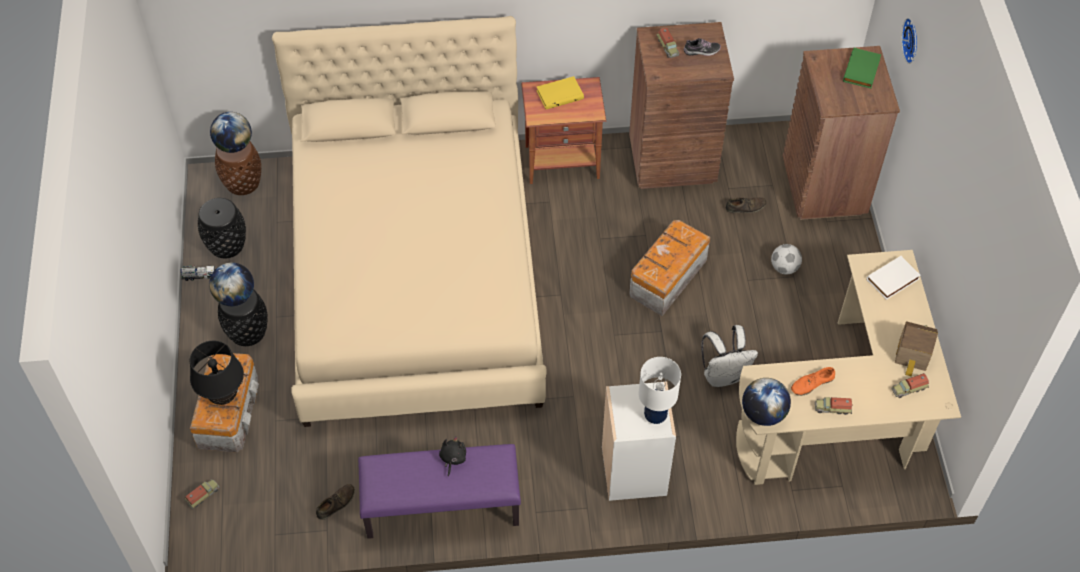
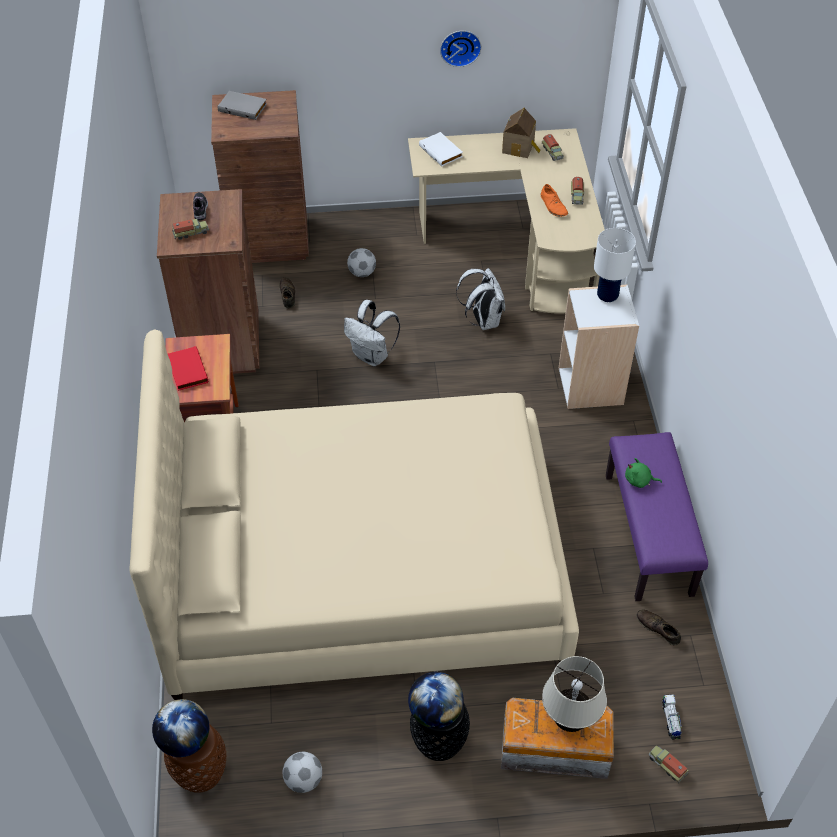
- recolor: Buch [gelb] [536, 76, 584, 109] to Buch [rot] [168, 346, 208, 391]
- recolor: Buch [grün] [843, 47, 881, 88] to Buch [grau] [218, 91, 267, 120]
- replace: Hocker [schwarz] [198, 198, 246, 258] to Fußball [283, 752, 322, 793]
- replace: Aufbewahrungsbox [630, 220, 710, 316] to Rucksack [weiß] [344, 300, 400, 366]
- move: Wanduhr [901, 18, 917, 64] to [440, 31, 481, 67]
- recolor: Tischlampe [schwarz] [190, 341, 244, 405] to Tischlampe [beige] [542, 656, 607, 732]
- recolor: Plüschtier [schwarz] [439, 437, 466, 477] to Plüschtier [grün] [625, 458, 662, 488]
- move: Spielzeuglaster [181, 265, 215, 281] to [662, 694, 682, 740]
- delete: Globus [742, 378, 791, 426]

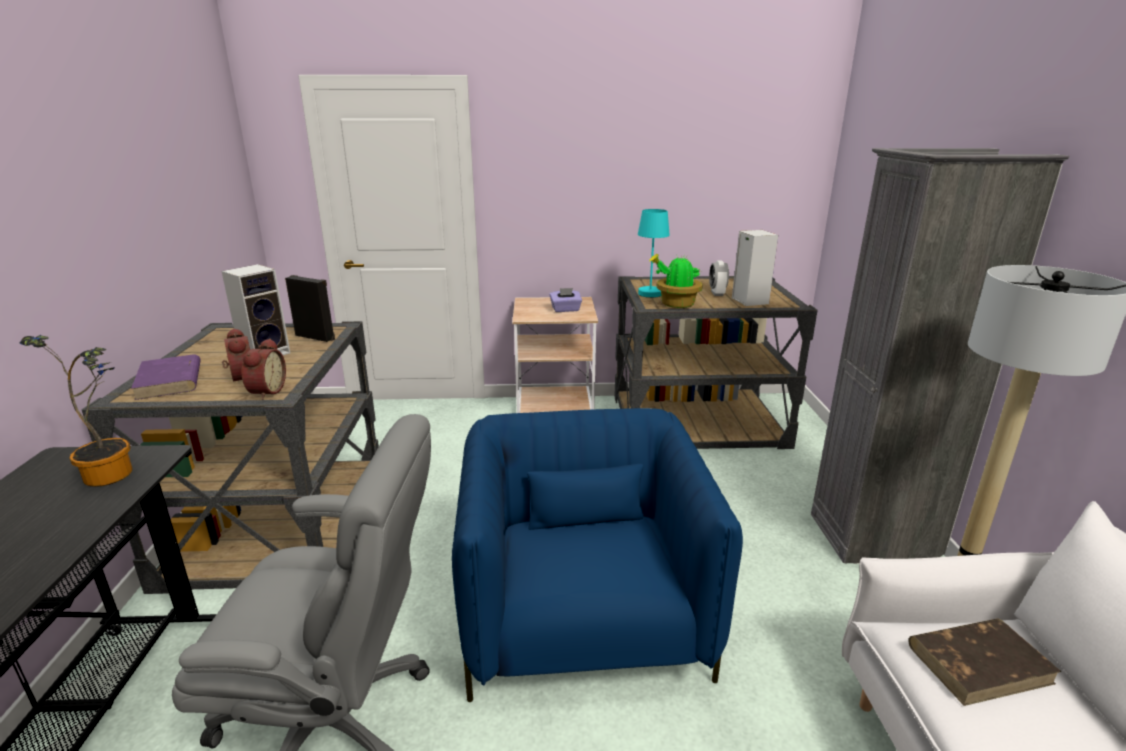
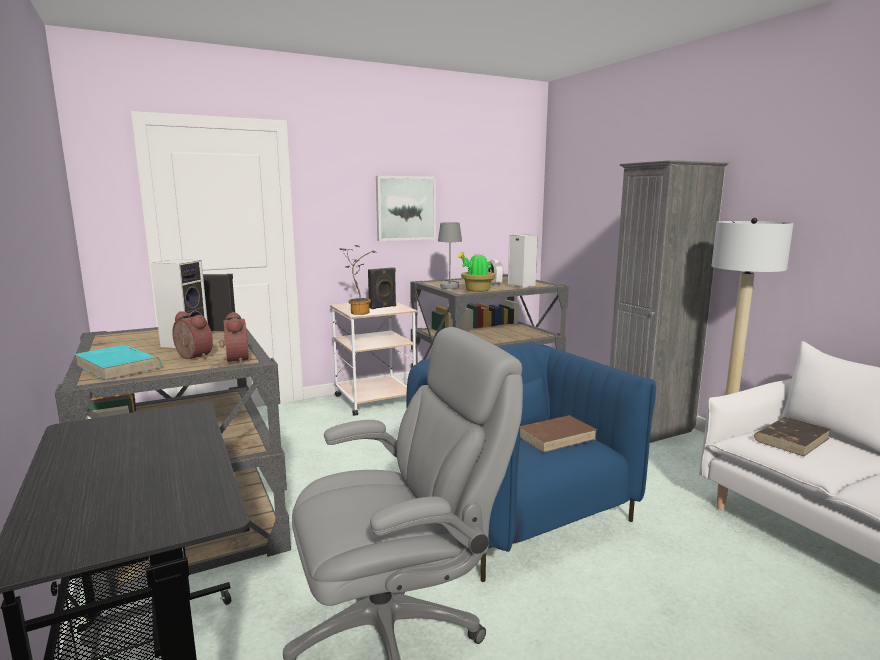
- recolor: Buch [lila] [131, 354, 201, 400] to Buch [türkis] [74, 345, 161, 380]
- move: Topfpflanze [20, 335, 133, 487] to [339, 245, 376, 315]
- replace: Taschentuchbox [lila] [550, 288, 582, 312] to Lautsprecher [schwarz] [368, 267, 396, 309]
- insert: Bild [376, 176, 436, 241]
- recolor: Tischlampe [türkis] [638, 209, 670, 298] to Tischlampe [grau] [438, 222, 462, 289]
- insert: Buch [braun] [520, 415, 597, 453]

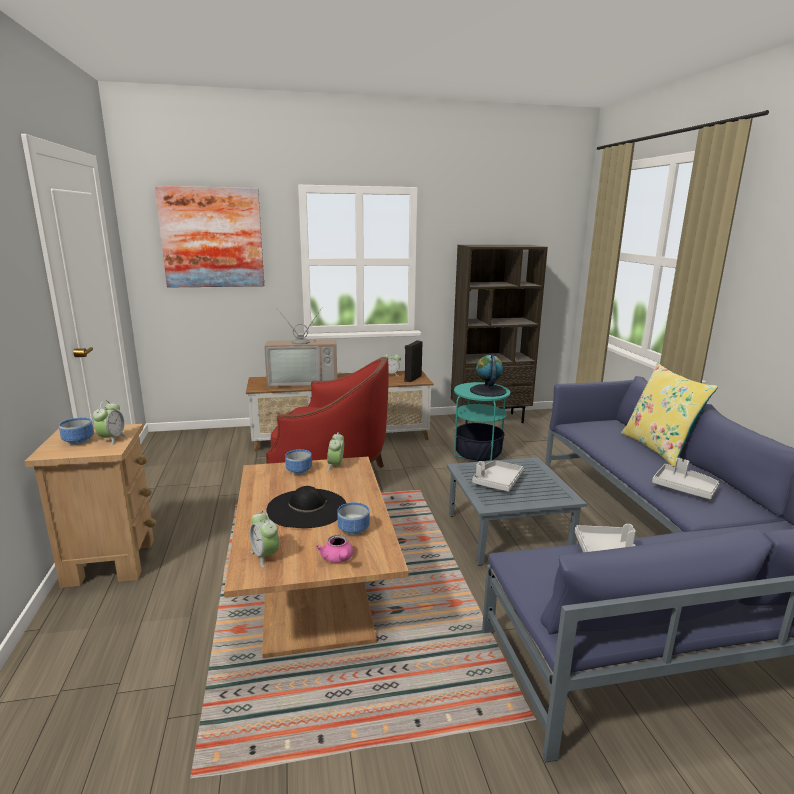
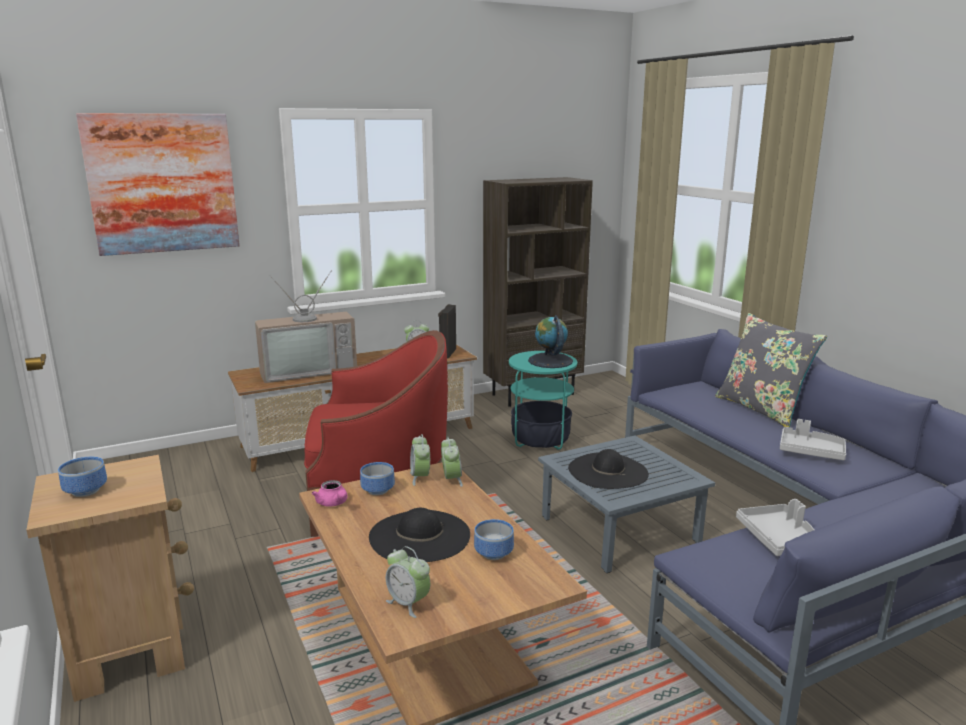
- move: Teekanne [rosa] [316, 535, 353, 563] to [312, 480, 347, 507]
- move: Wecker [93, 400, 127, 445] to [441, 437, 463, 487]
- replace: Tablett [grau] [472, 460, 523, 491] to Hut [schwarz] [568, 449, 649, 489]
- recolor: Kissen [gelb] [621, 363, 718, 467] to Kissen [grau] [715, 313, 827, 427]

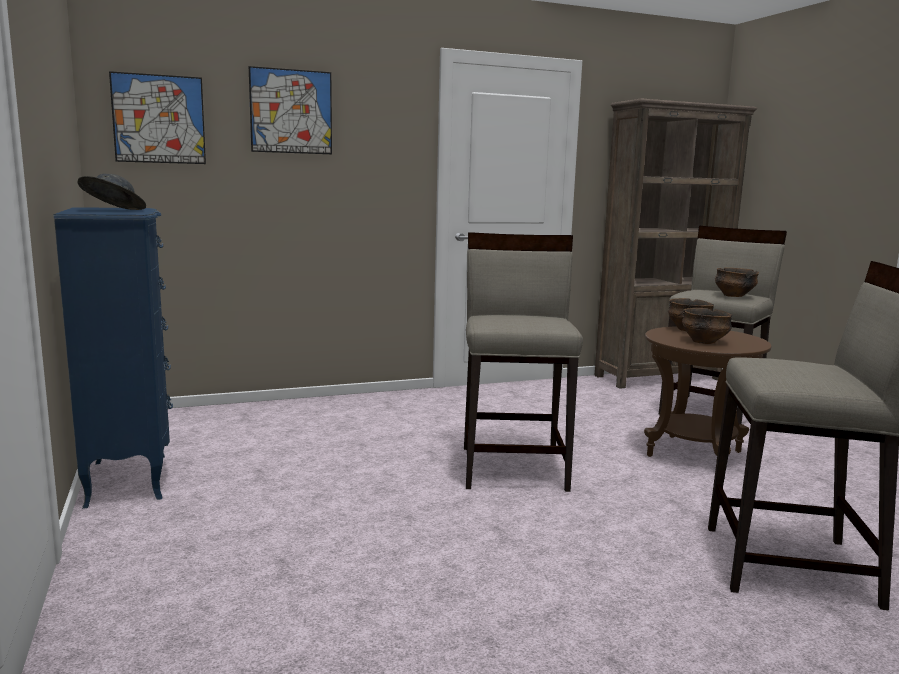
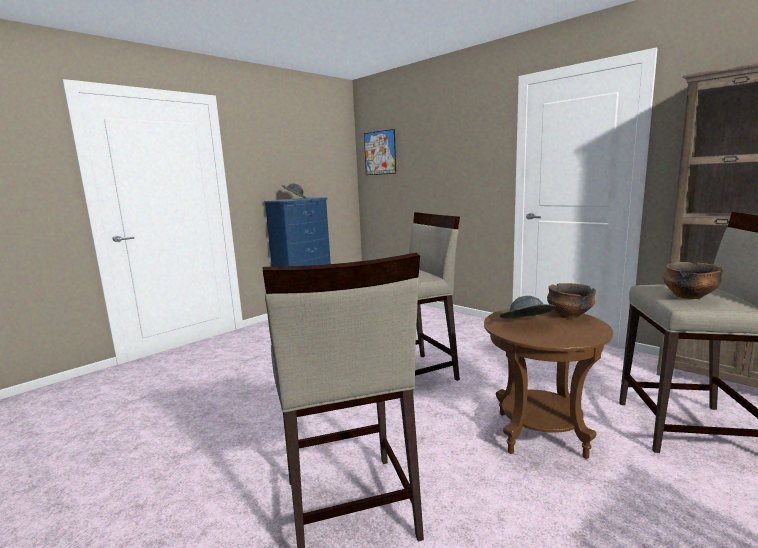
- replace: Schüssel [682, 308, 732, 344] to Hut [grau] [500, 296, 556, 318]
- delete: Bild [249, 66, 332, 154]

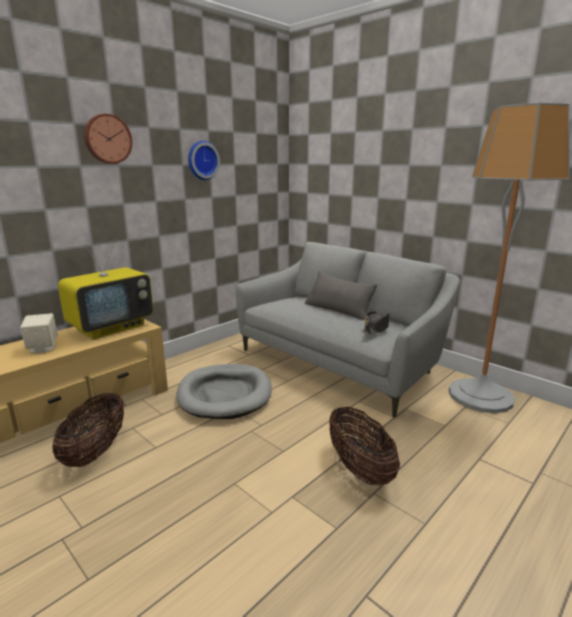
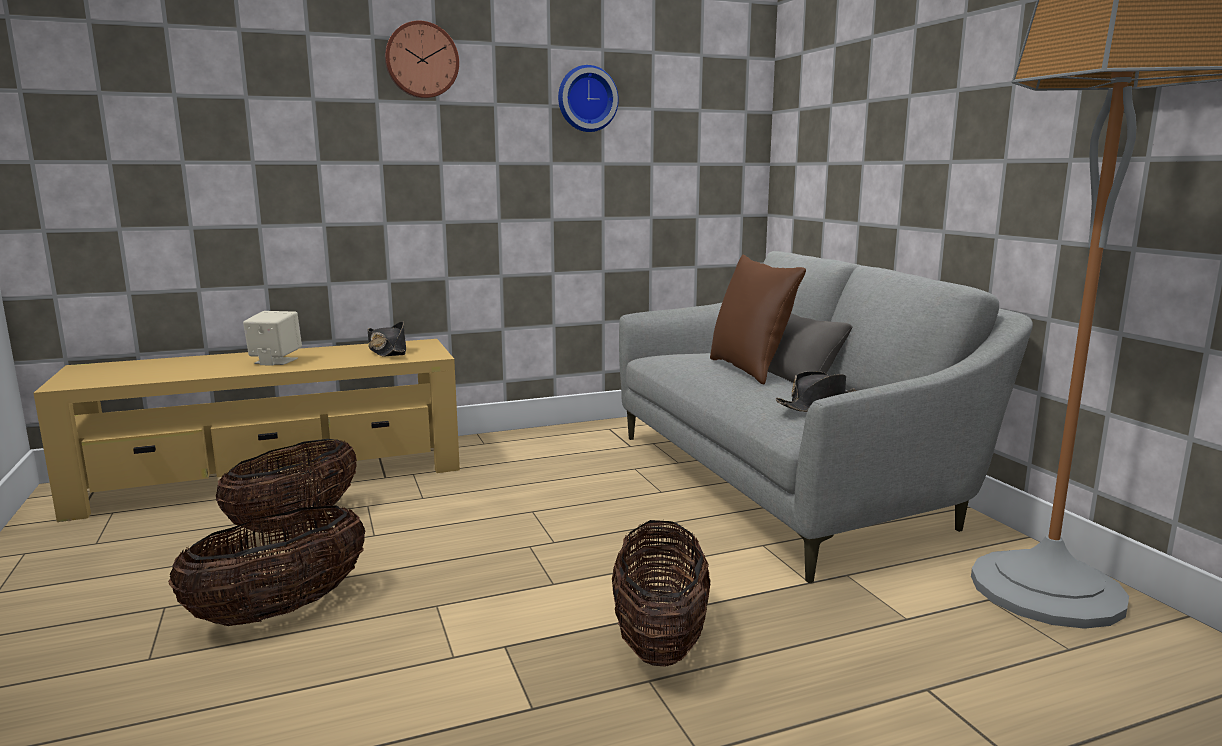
- insert: Korb [168, 505, 365, 626]
- replace: Fernseher [58, 241, 153, 340] to Hut [schwarz] [367, 321, 406, 357]
- insert: Kissen [braun] [710, 255, 806, 385]
- delete: Hundebett [grau] [176, 364, 272, 419]

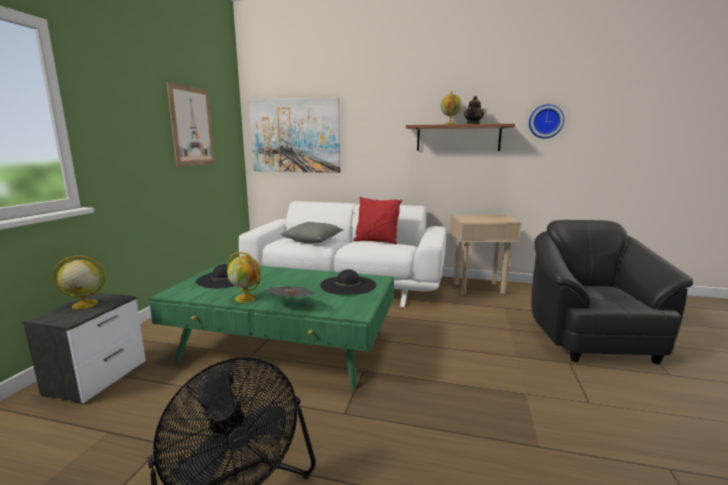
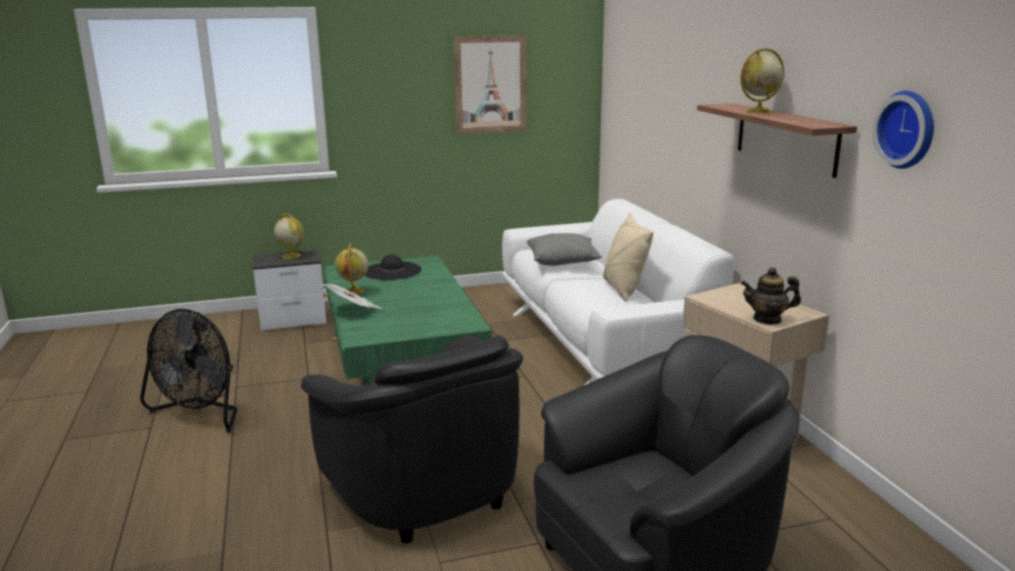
- insert: Sessel [schwarz] [301, 335, 523, 544]
- recolor: Kissen [rot] [353, 197, 402, 244] to Kissen [beige] [603, 213, 654, 301]
- move: Teekanne [464, 96, 484, 124] to [741, 267, 801, 325]
- delete: Bild [249, 97, 340, 173]
- delete: Hut [schwarz] [320, 269, 376, 295]

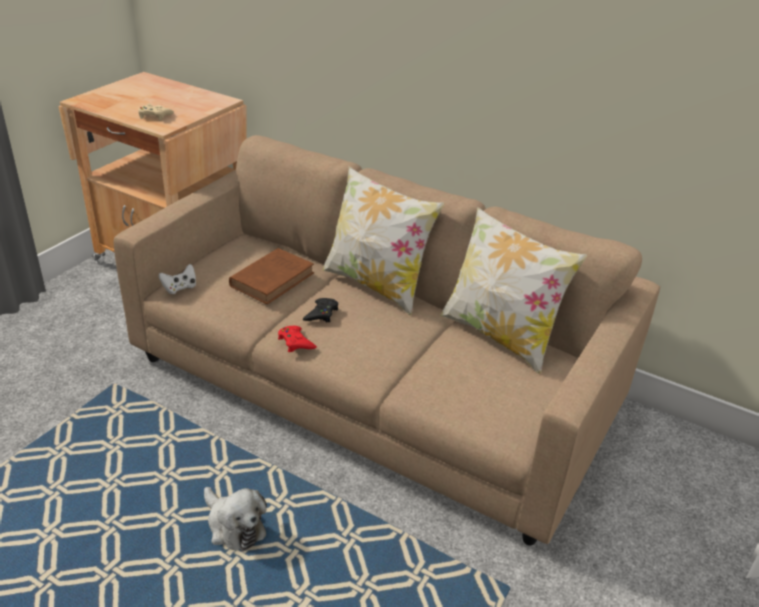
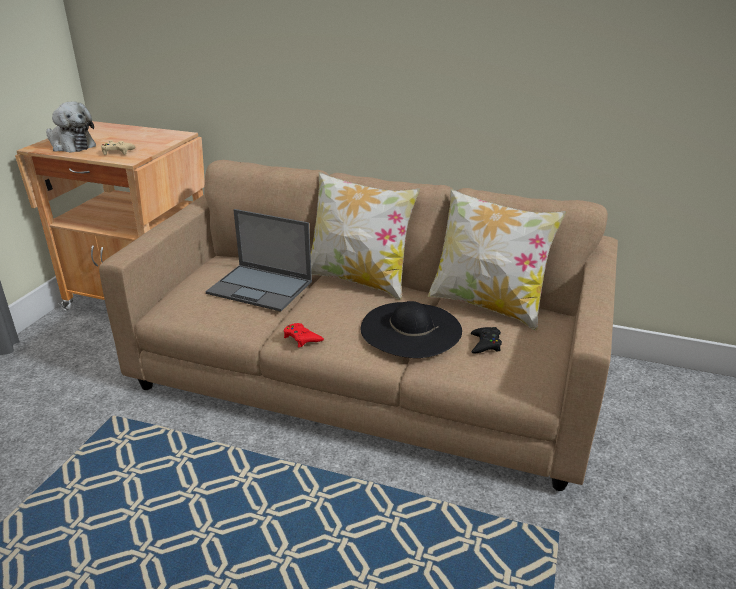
- move: Plüschtier [204, 487, 267, 551] to [46, 101, 96, 153]
- replace: Buch [braun] [229, 248, 314, 304] to Laptop [206, 209, 312, 311]
- insert: Hut [schwarz] [361, 301, 462, 358]
- move: Gamepad [schwarz] [303, 298, 338, 322] to [471, 327, 502, 354]
- delete: Gamepad [weiß] [158, 264, 196, 294]

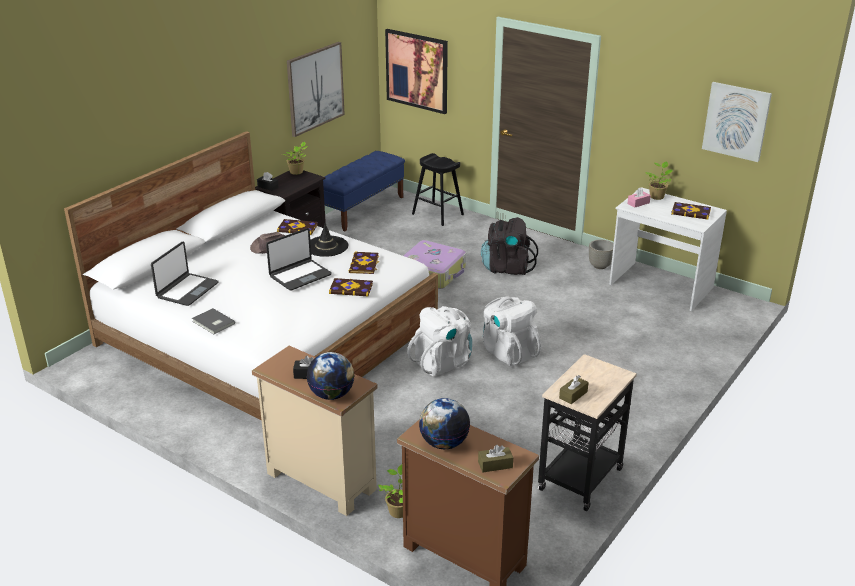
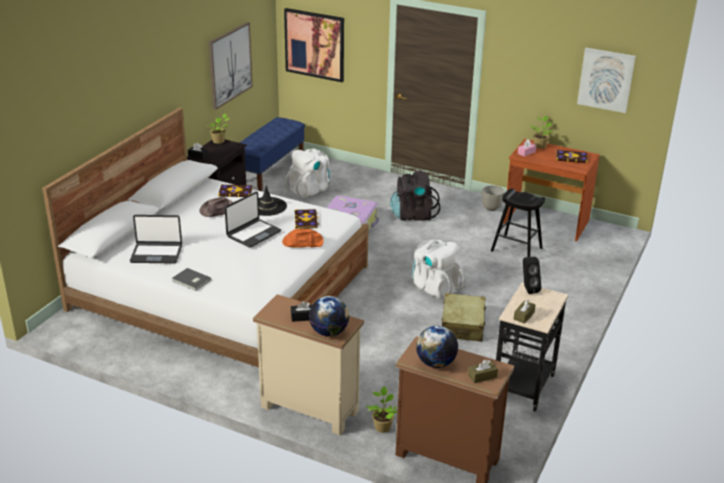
- rotate: Laptop [151, 241, 219, 306] = [130, 215, 182, 264] 75 degrees clockwise
- replace: Buch [329, 278, 373, 297] to Hut [orange] [282, 229, 323, 248]
- move: Rucksack [weiß] [407, 306, 472, 376] to [285, 149, 330, 198]
- insert: Koffer [beige] [442, 293, 486, 342]
- move: Hocker [schwarz] [412, 153, 464, 226] to [491, 188, 545, 257]
- recolor: Schreibtisch [weiß] [609, 187, 727, 311] to Schreibtisch [braun] [503, 139, 600, 242]
- insert: Lautsprecher [schwarz] [523, 257, 541, 294]

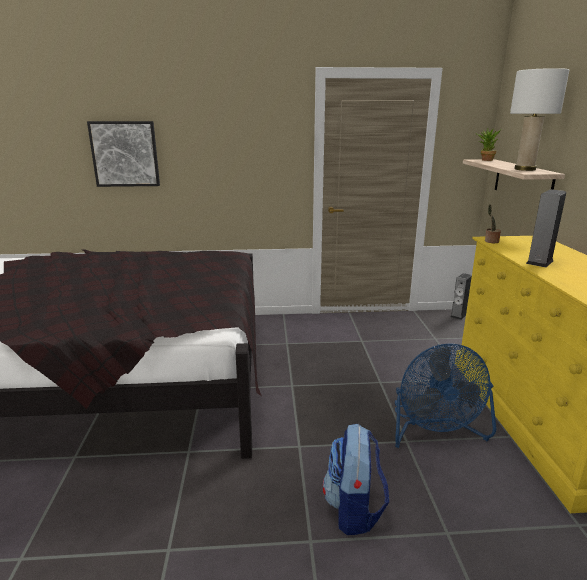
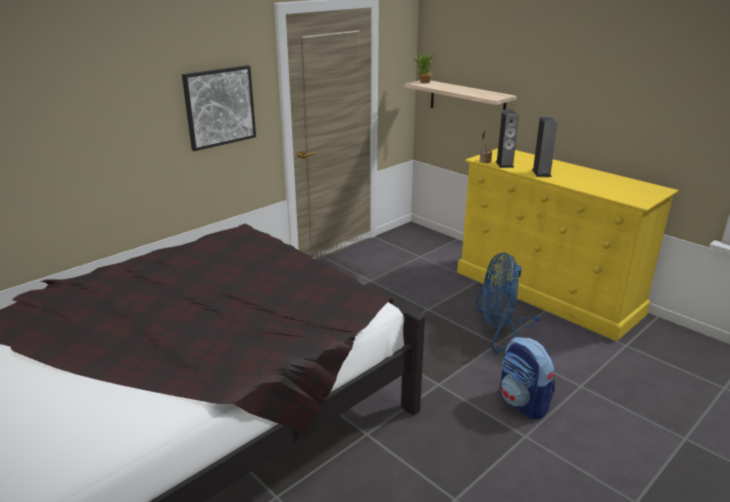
- move: Bild [87, 121, 160, 187] to [182, 65, 256, 151]
- rotate: Ventilator [blau] [395, 343, 496, 448] = [476, 252, 541, 355] 135 degrees clockwise
- move: Lautsprecher [450, 273, 472, 320] to [496, 110, 519, 168]
- delete: Tischlampe [weiß] [510, 68, 569, 171]

